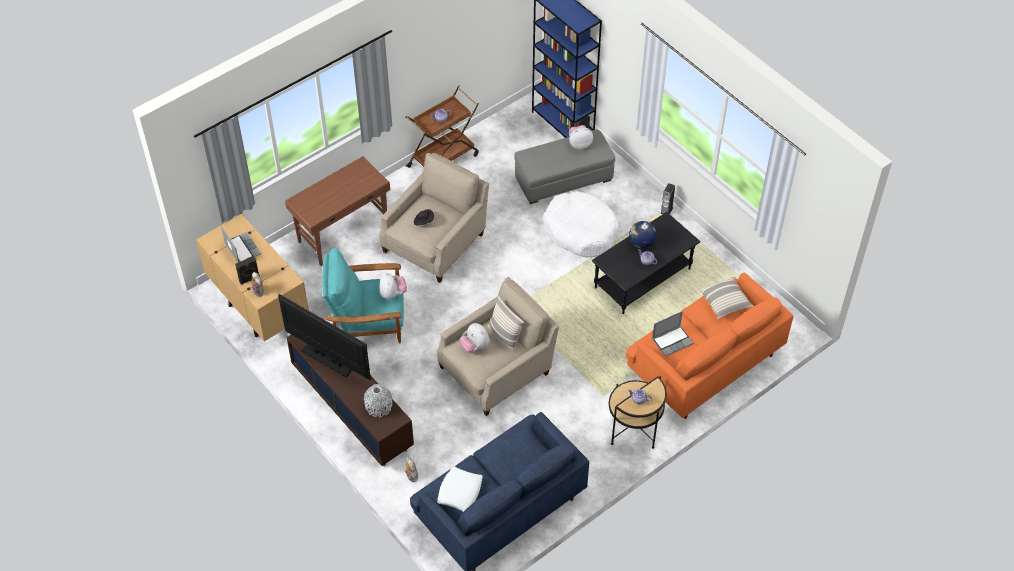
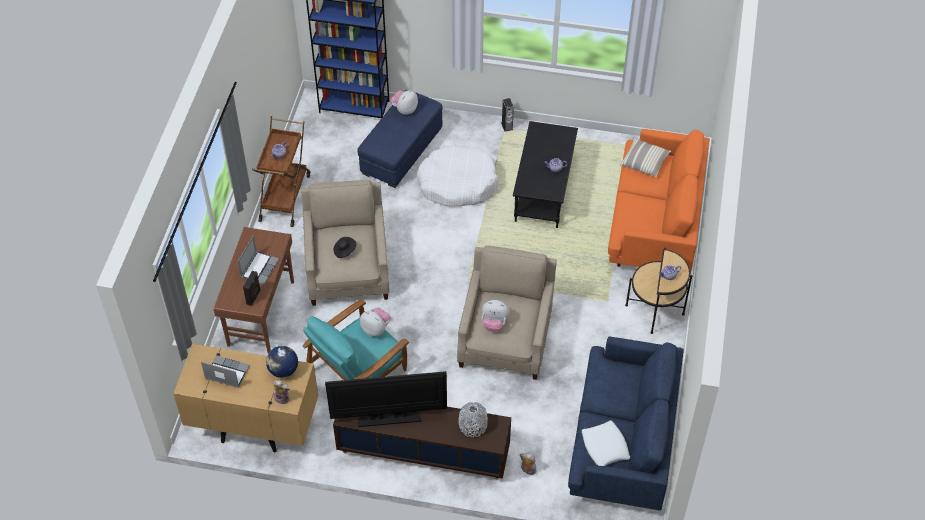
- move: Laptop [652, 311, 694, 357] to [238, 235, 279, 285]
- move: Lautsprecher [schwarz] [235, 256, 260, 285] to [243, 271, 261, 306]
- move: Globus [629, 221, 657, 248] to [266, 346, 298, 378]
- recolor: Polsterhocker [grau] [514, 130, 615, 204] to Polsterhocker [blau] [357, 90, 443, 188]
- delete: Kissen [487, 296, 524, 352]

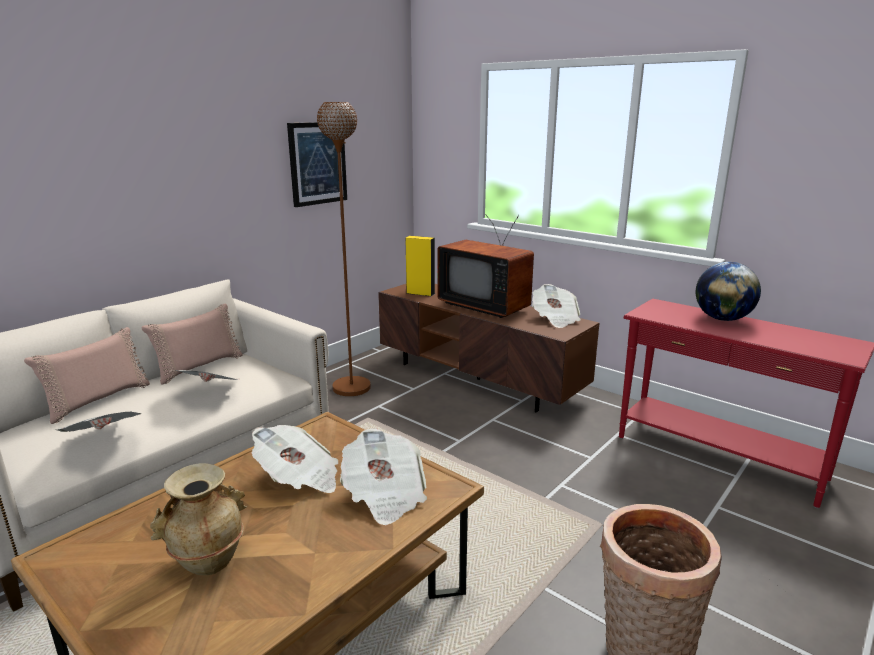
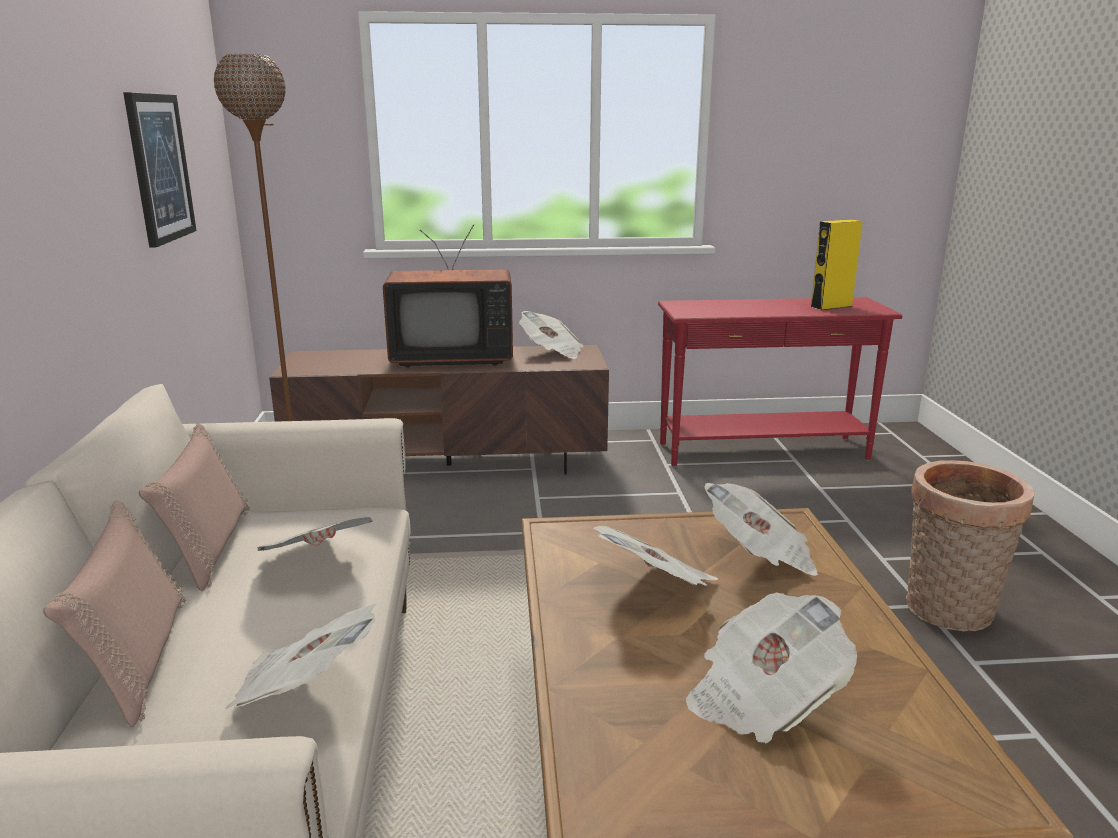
- replace: Vase [beige] [150, 463, 247, 575] to Zeitung [686, 592, 857, 743]
- move: Lautsprecher [gelb] [406, 236, 435, 297] to [811, 219, 863, 310]
- delete: Globus [696, 262, 761, 321]

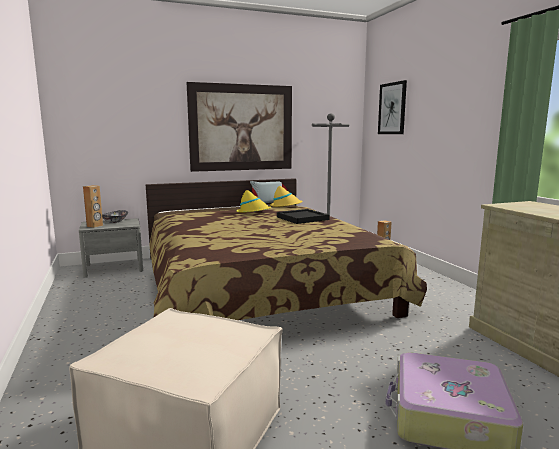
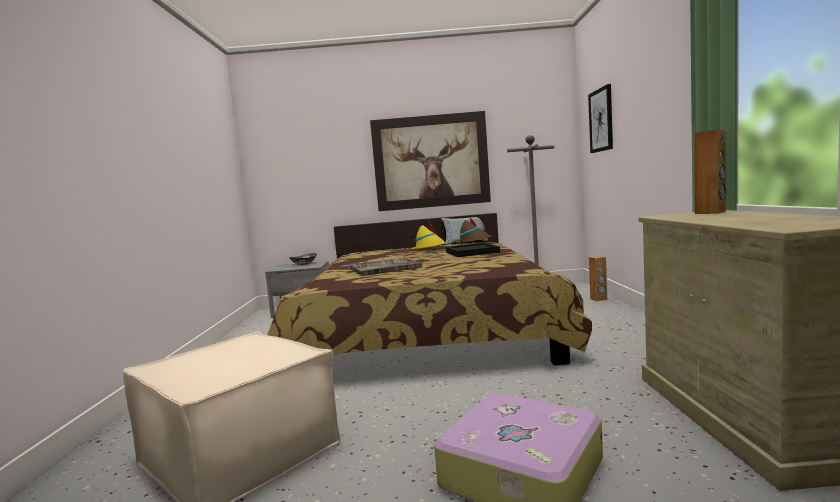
- insert: Tablett [grau] [349, 258, 422, 276]
- recolor: Hut [gelb] [270, 184, 303, 207] to Hut [braun] [456, 218, 492, 244]
- move: Lautsprecher [braun] [83, 185, 103, 228] to [694, 130, 726, 214]

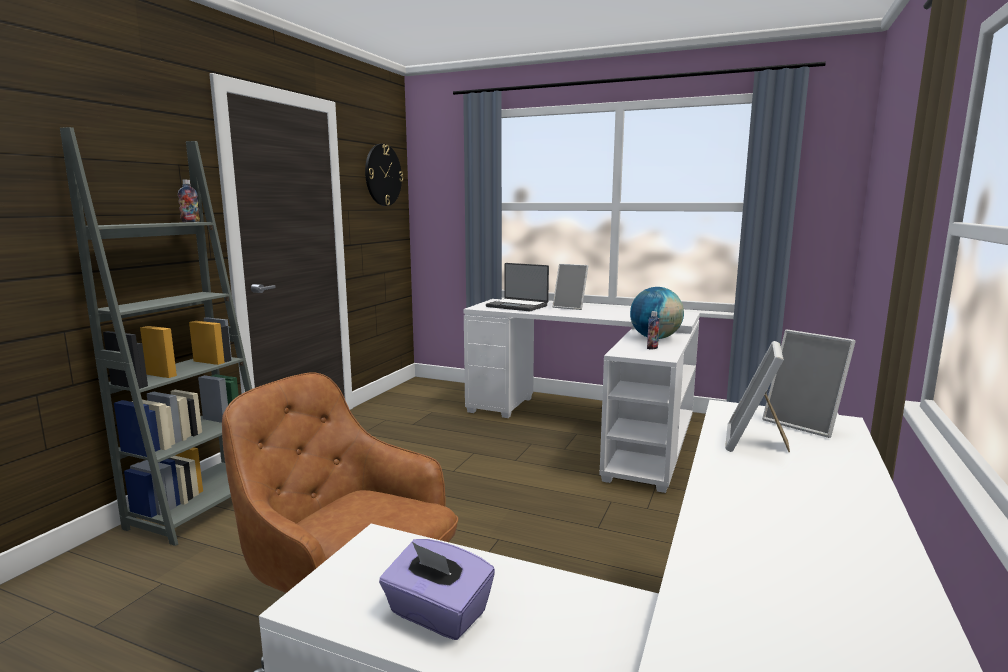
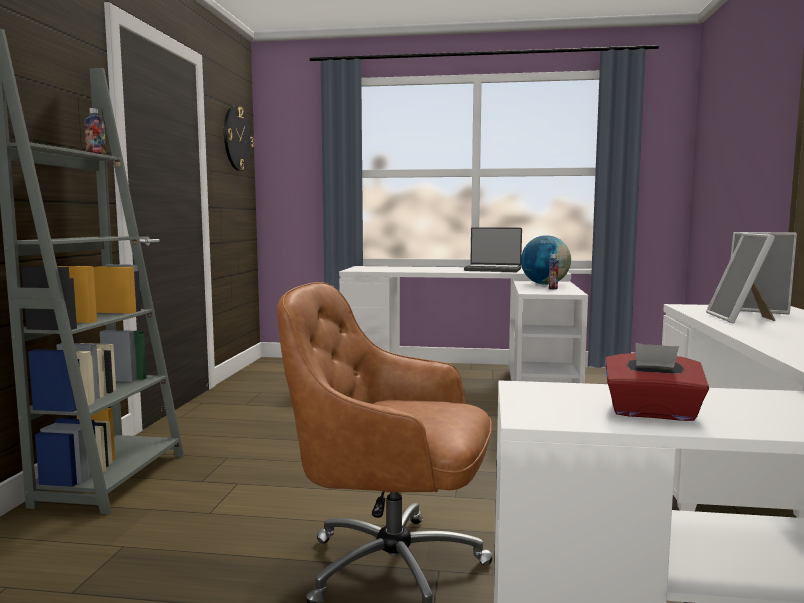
- move: Laptop [486, 263, 549, 311] to [464, 227, 522, 272]
- recolor: Taschentuchbox [lila] [379, 539, 495, 640] to Taschentuchbox [rot] [605, 343, 709, 421]
- delete: Bilderrahmen [552, 264, 588, 310]

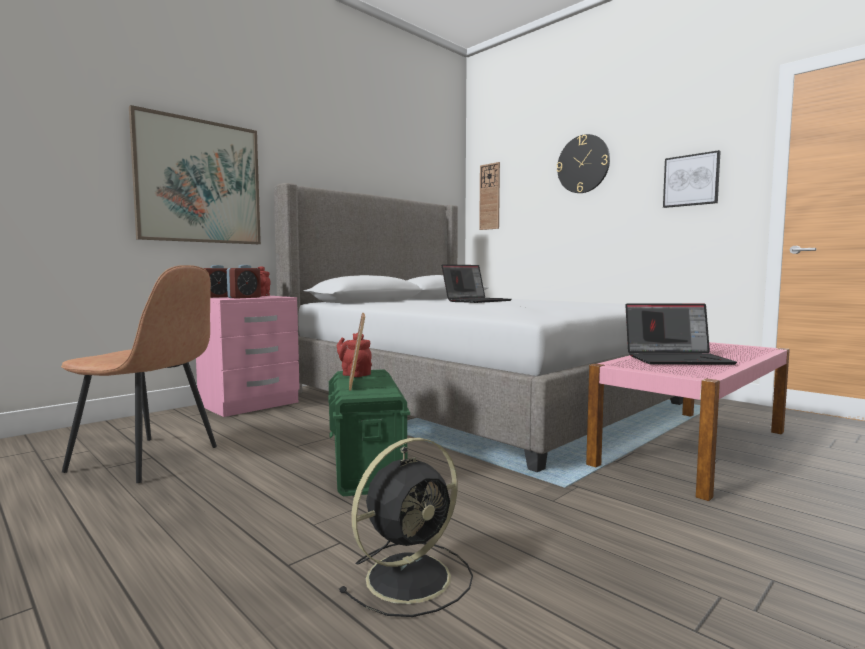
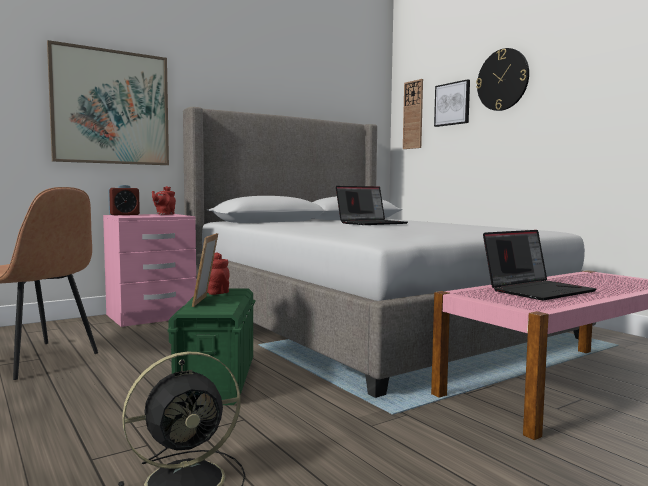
- move: Bild [663, 150, 721, 208] to [434, 79, 470, 127]
- rotate: Laptop [625, 303, 737, 365] = [483, 230, 596, 300] 45 degrees counterclockwise
- delete: Wecker [227, 265, 261, 298]

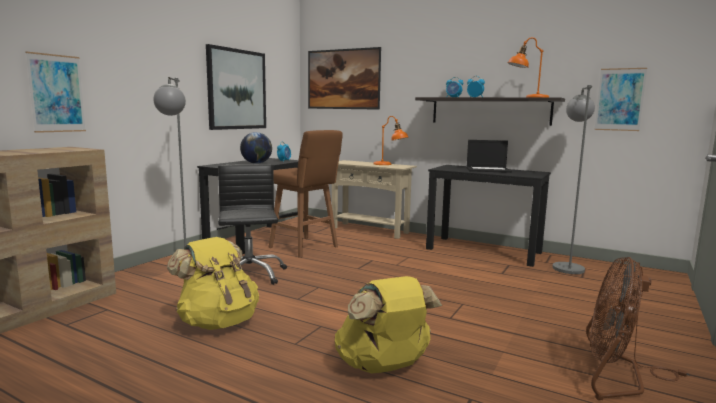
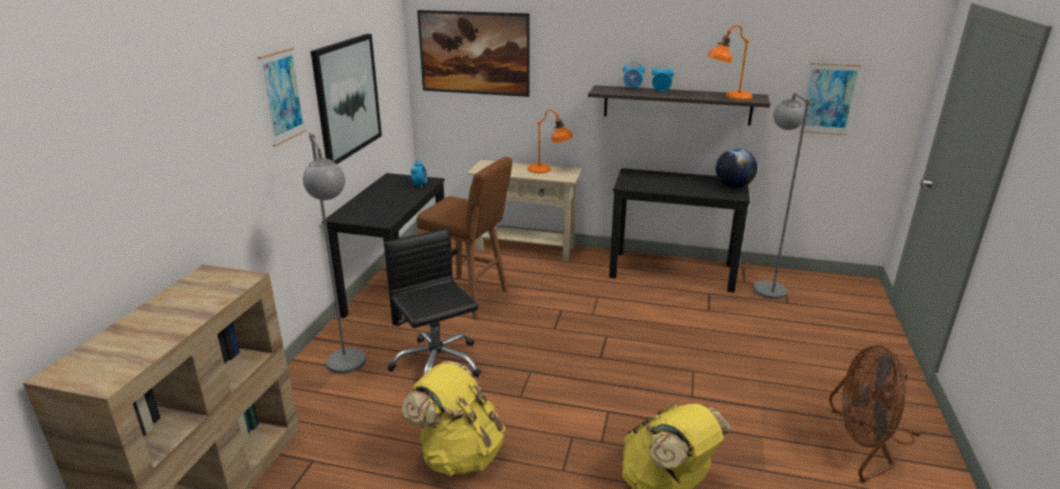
- move: Bild [26, 51, 86, 133] to [258, 47, 306, 147]
- move: Globus [240, 132, 272, 164] to [716, 148, 757, 188]
- delete: Laptop [466, 140, 512, 173]

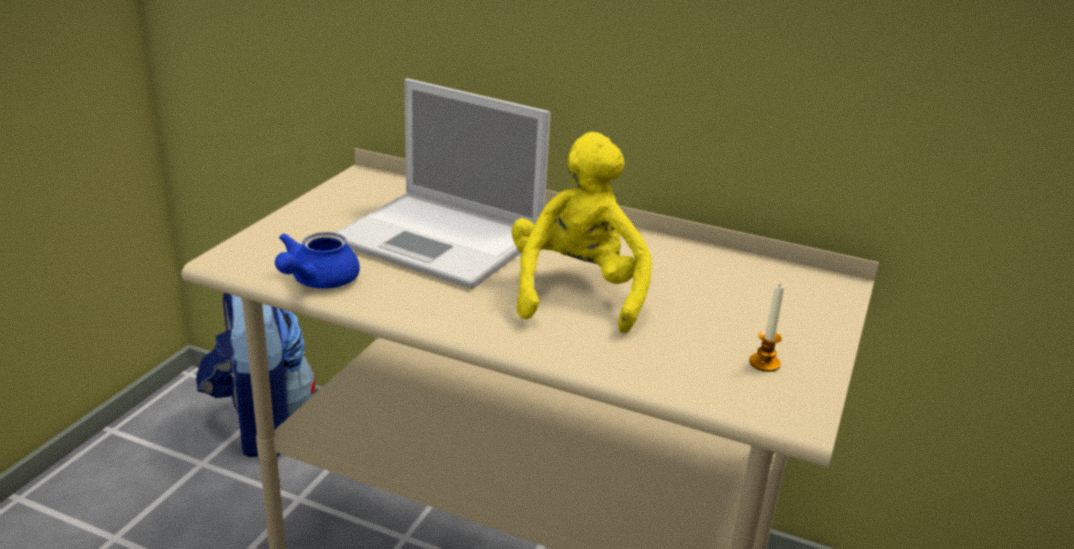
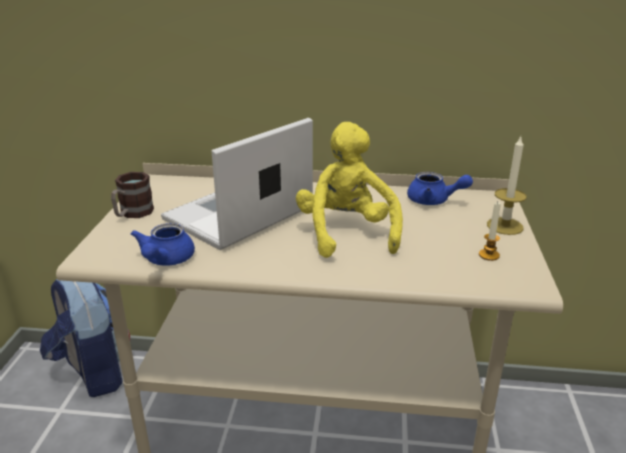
- insert: Henkelbecher [111, 172, 154, 218]
- rotate: Laptop [334, 78, 551, 289] = [161, 118, 313, 250] 120 degrees clockwise
- insert: Teekanne [blau] [407, 172, 473, 205]
- insert: Kerze [487, 137, 527, 235]

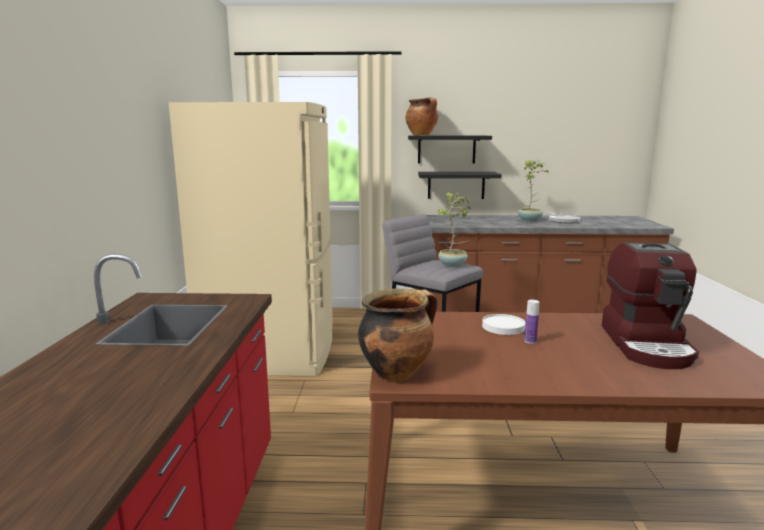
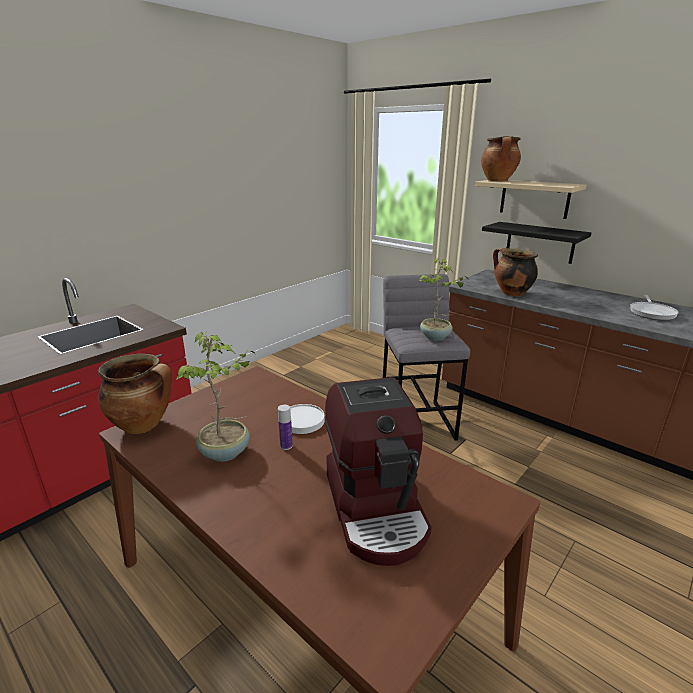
- move: Topfpflanze [518, 160, 550, 222] to [176, 331, 255, 462]
- rotate: Kaffeemaschine [602, 242, 699, 369] = [325, 377, 432, 566] 60 degrees counterclockwise
- recolor: Wandregal [schwarz] [408, 136, 492, 164] to Wandregal [beige] [475, 180, 587, 219]
- insert: Kochtopf [493, 248, 538, 296]
- delete: Kühlschrank [beige] [169, 102, 333, 376]

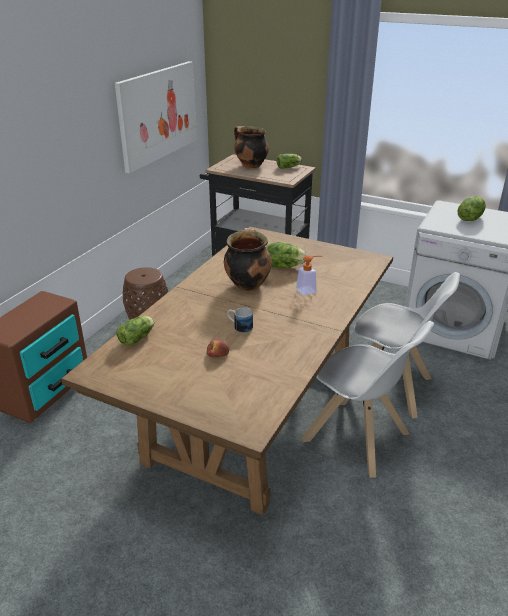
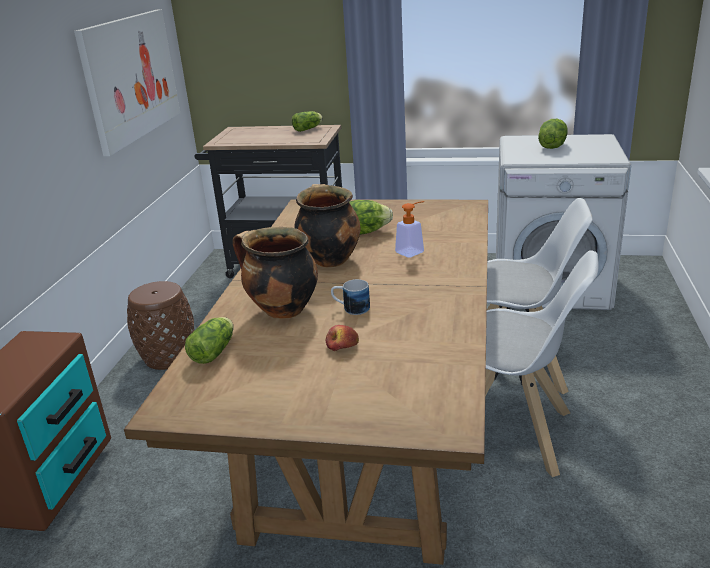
- move: Kochtopf [234, 126, 269, 168] to [233, 227, 318, 319]

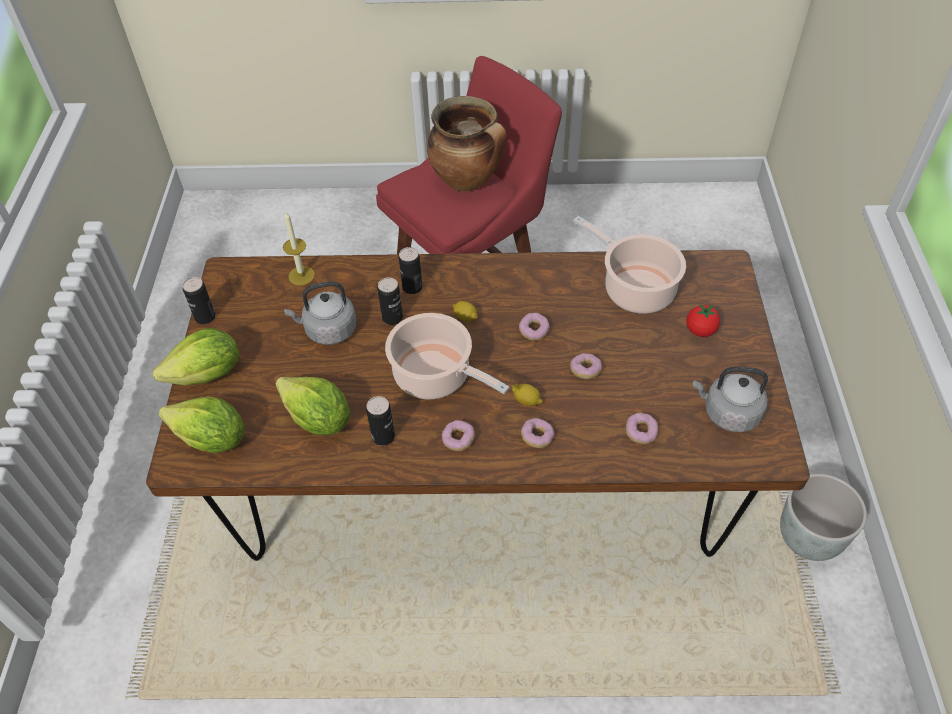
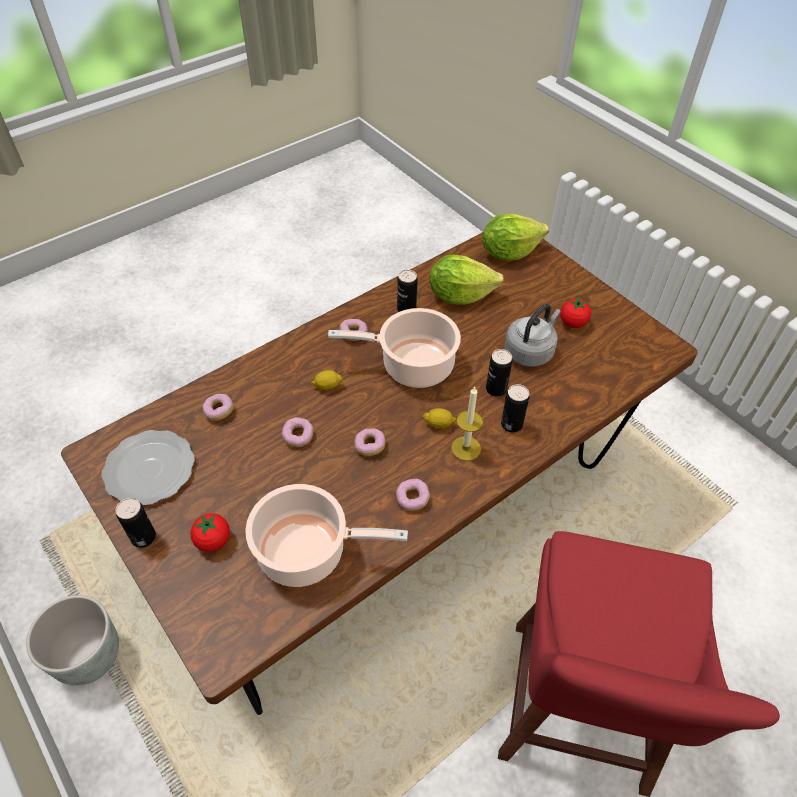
- replace: Wasserkessel [grau] [693, 366, 768, 432] to Teller [102, 430, 195, 506]
- move: Dose [182, 277, 215, 324] to [116, 498, 156, 548]
- move: Donut [521, 418, 554, 448] to [396, 479, 430, 511]
- move: Kerze [283, 210, 315, 285] to [451, 387, 483, 461]
- insert: Tomate [560, 296, 591, 328]
- delete: Salatkopf [152, 328, 239, 386]
- delete: Kochtopf [427, 96, 507, 192]

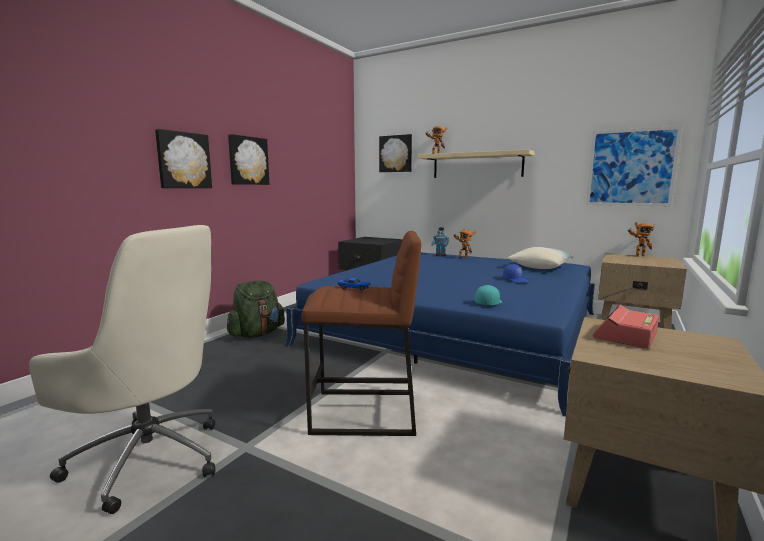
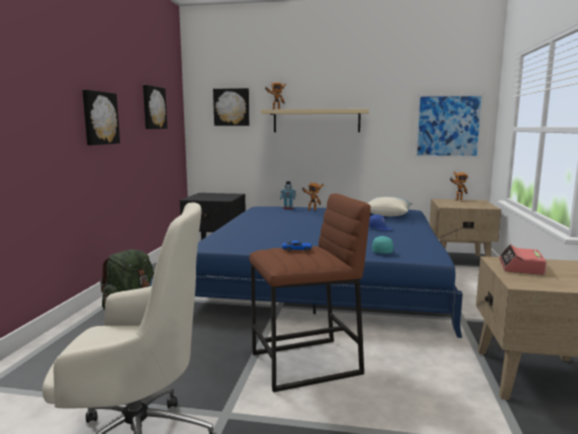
- move: Bild [155, 129, 212, 188] to [143, 85, 168, 129]

